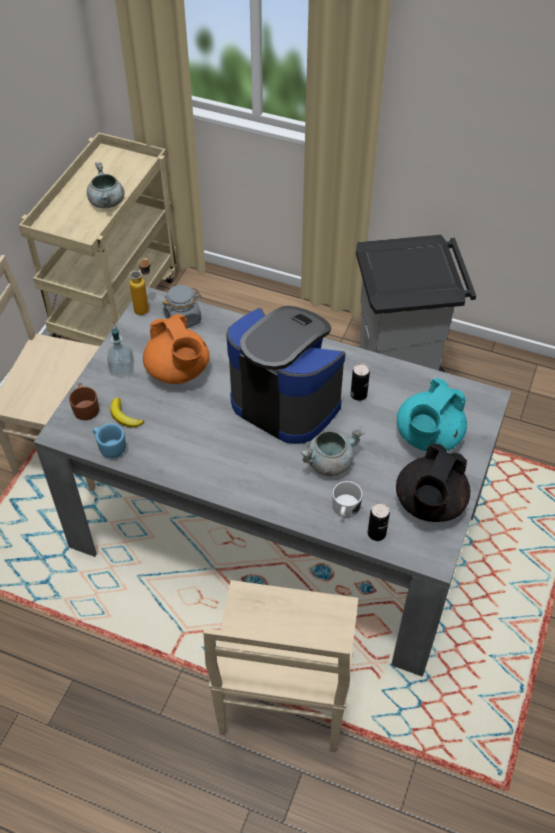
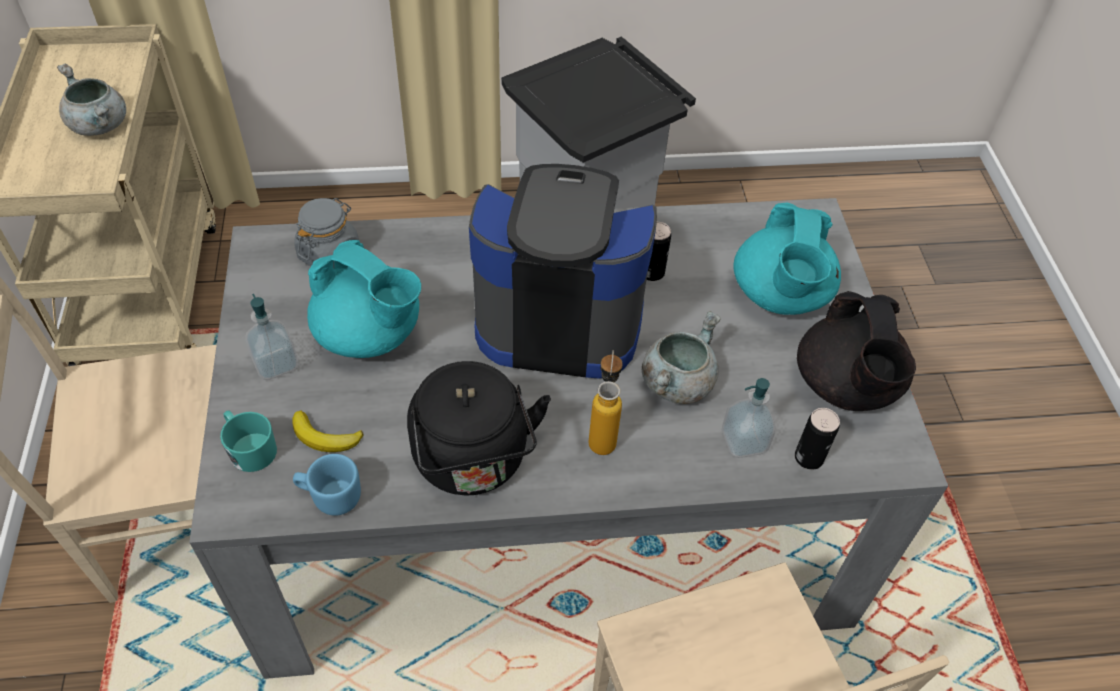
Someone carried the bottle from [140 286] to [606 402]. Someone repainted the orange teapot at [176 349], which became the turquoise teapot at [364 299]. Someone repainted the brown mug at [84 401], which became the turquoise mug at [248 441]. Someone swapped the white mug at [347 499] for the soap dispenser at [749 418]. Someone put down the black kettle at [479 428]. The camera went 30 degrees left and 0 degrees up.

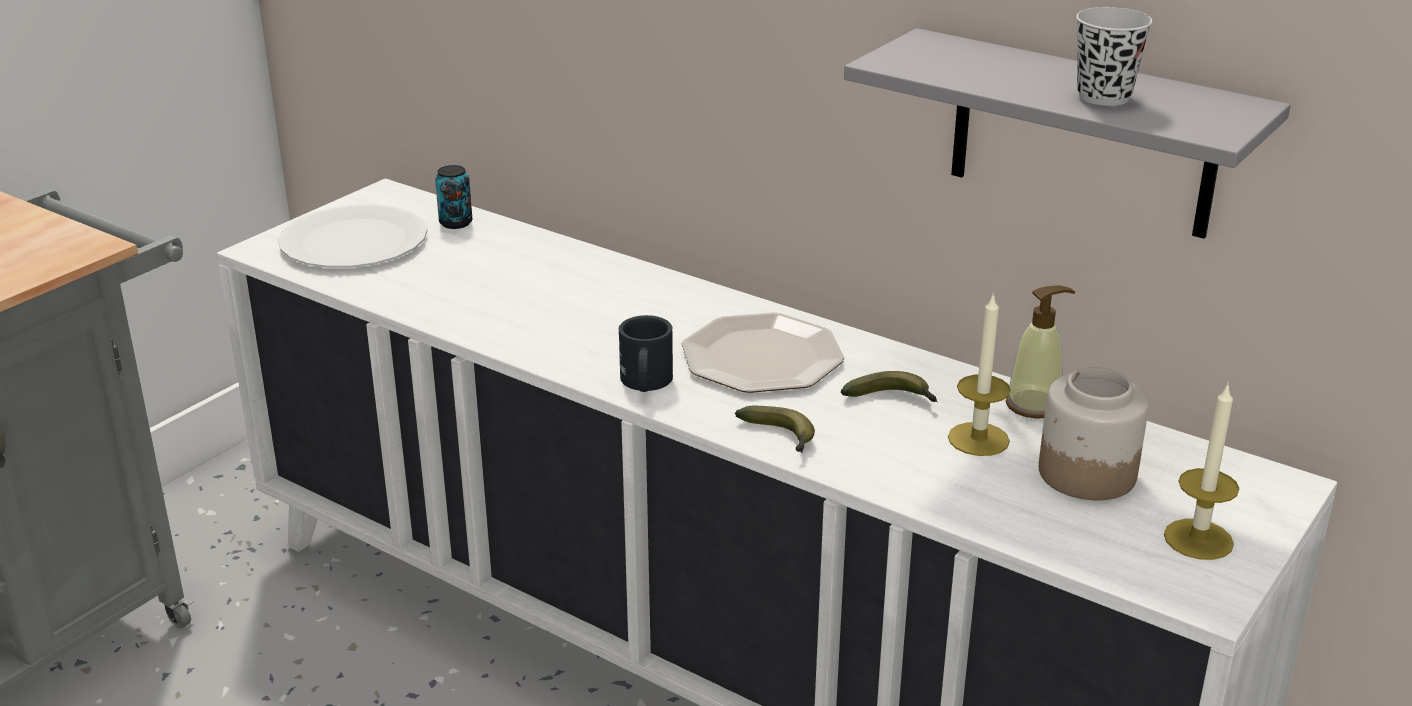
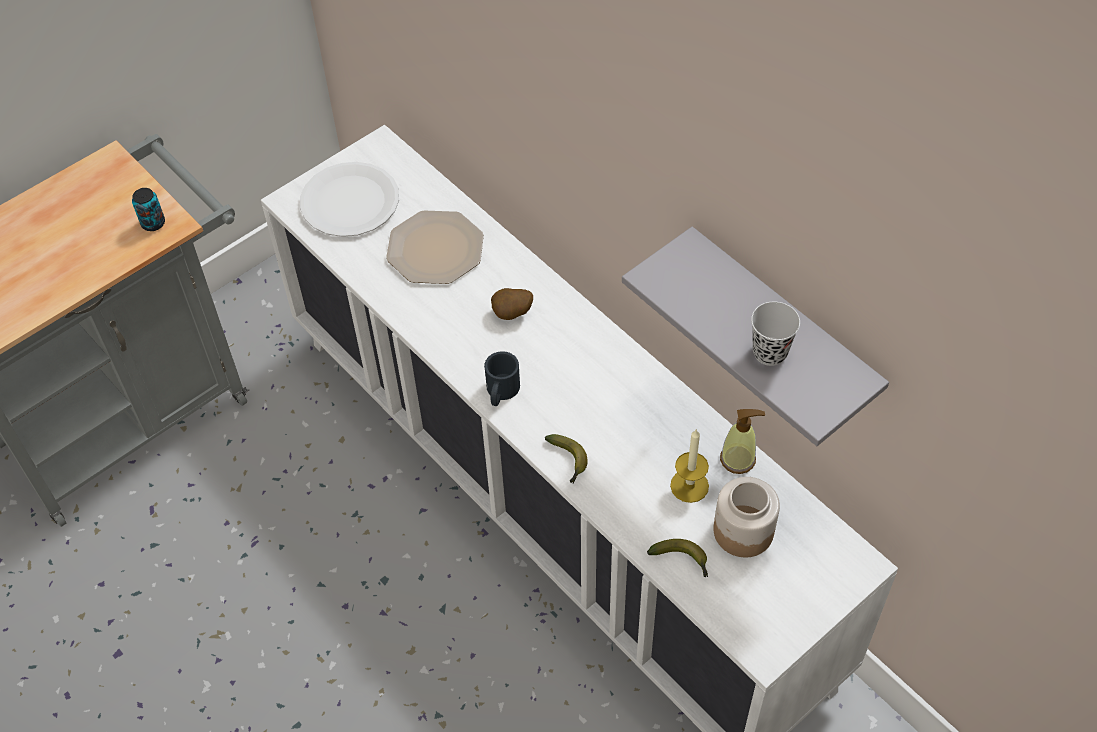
Someone carried the can from [453 197] to [148 209]. Someone carried the plate from [763 352] to [435 247]. Someone carried the banana from [889 386] to [677 558]. Someone took away the candle at [1202 471]. Someone put down the potato at [512 304]. The camera went 15 degrees right and 25 degrees up.

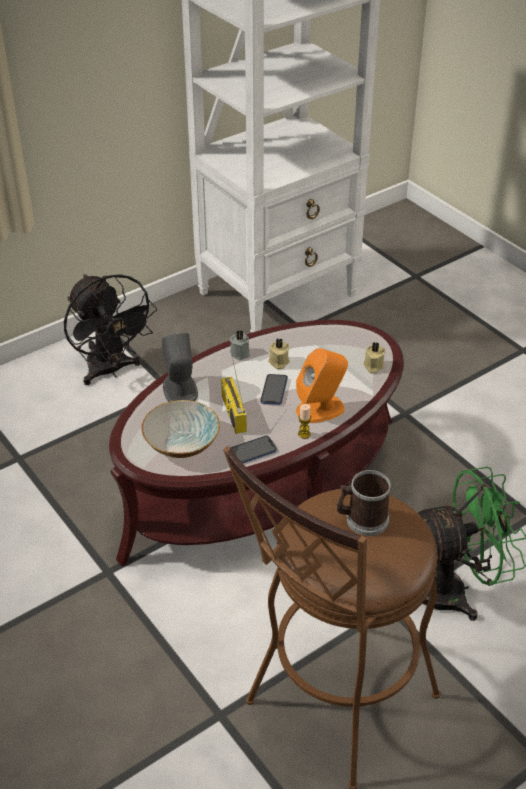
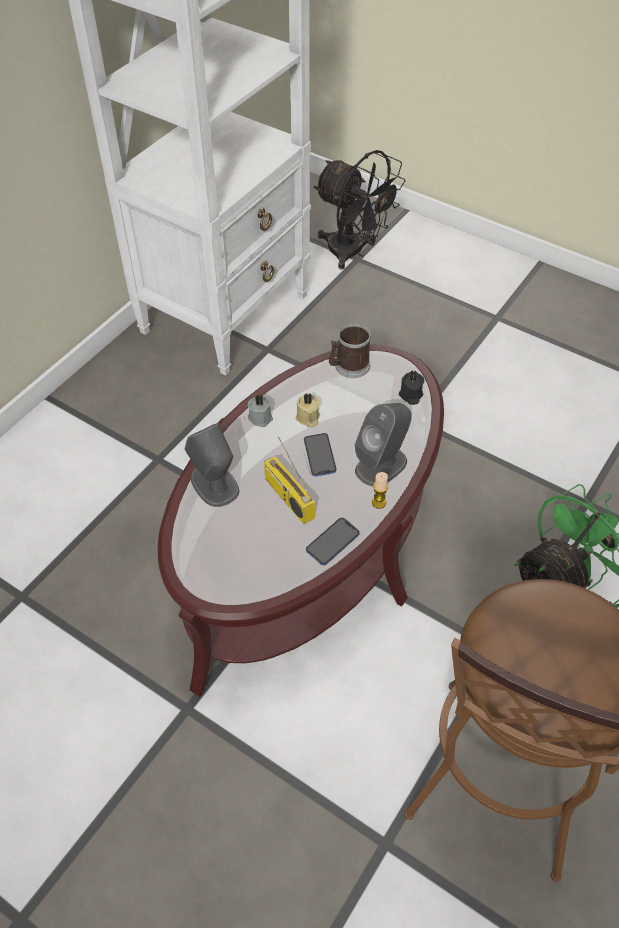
Someone carried the black fan from [110 329] to [359 210]. Someone repainted the beige candle at [374 357], which became the black candle at [411 387]. Someone repainted the orange speaker at [322 385], which became the grey speaker at [383 445]. Someone took away the bowl at [180 429]. Someone carried the mug from [364 503] to [349 350]. The camera went 20 degrees left and 10 degrees up.

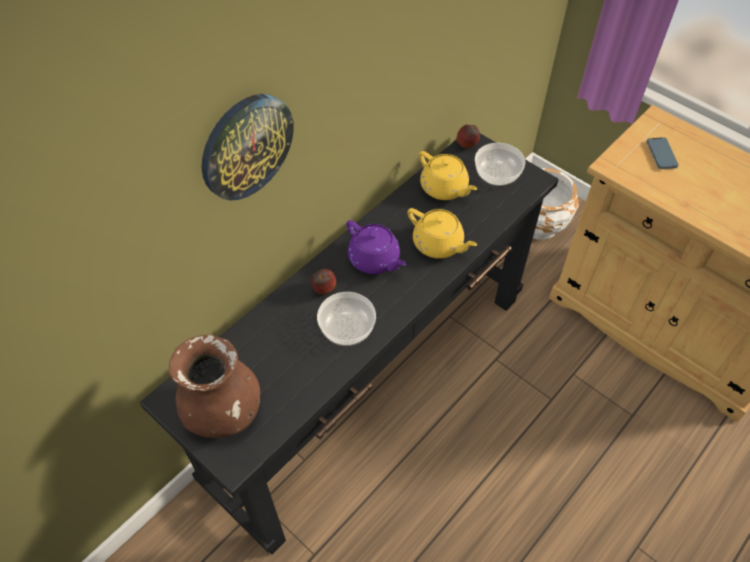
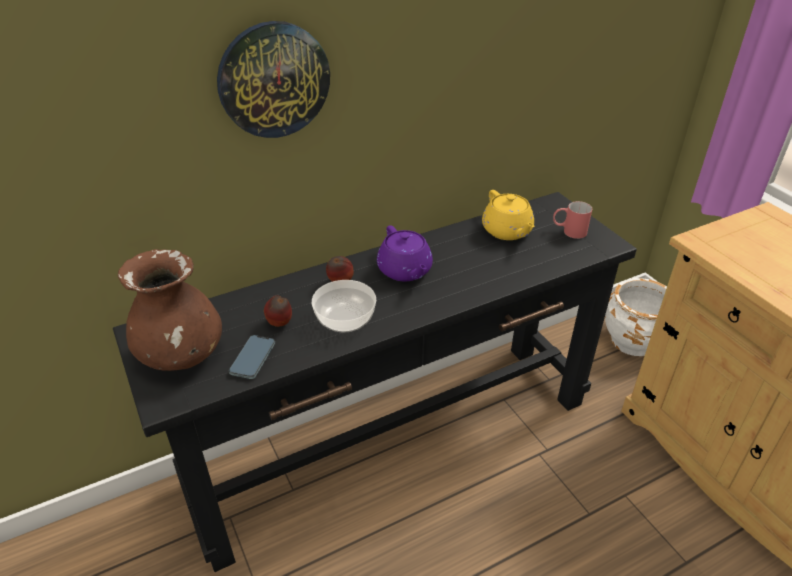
Someone carried the apple from [468 136] to [278 311]. Someone carried the phone from [663 153] to [252 357]. Someone swapped the bowl at [500 164] for the red mug at [572 220]. Someone took away the yellow teapot at [442 233]. The camera went 20 degrees right and 15 degrees down.

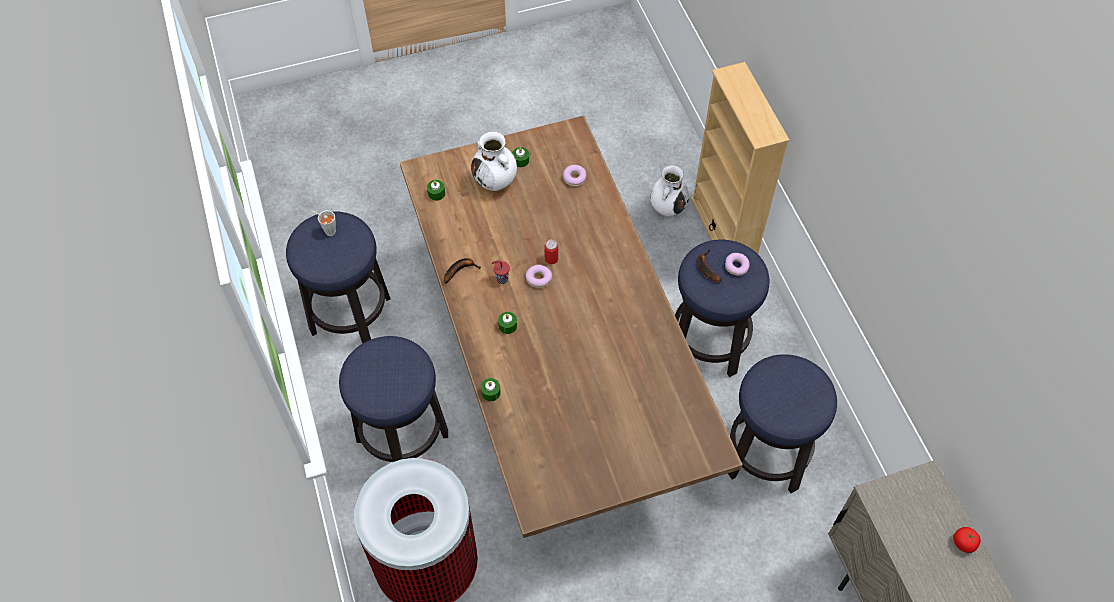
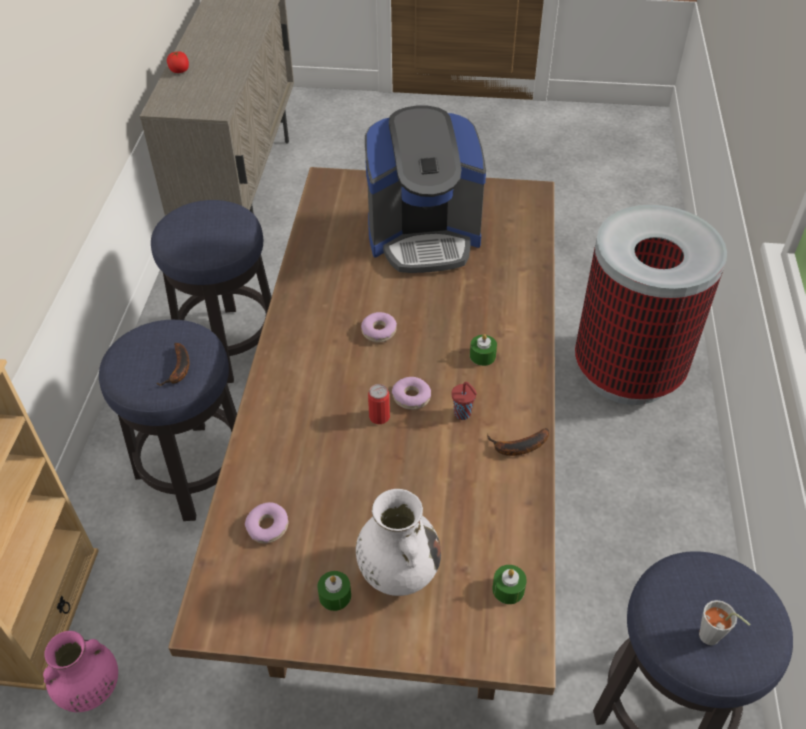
Someone repainted the white vase at [669 190], which became the pink vase at [80 671]. Someone carried the donut from [737 264] to [379 327]. Someone took away the stool at [393 399]. Someone took away the green candle at [491 389]. Someone put down the coffee machine at [425 189]. The camera went 155 degrees left and 10 degrees down.

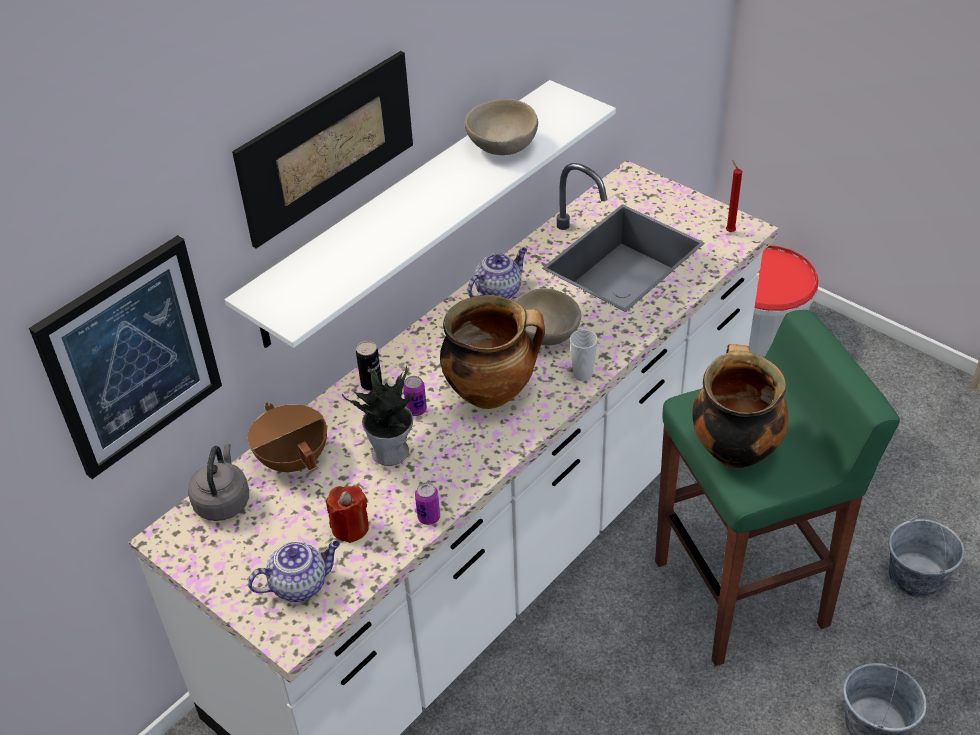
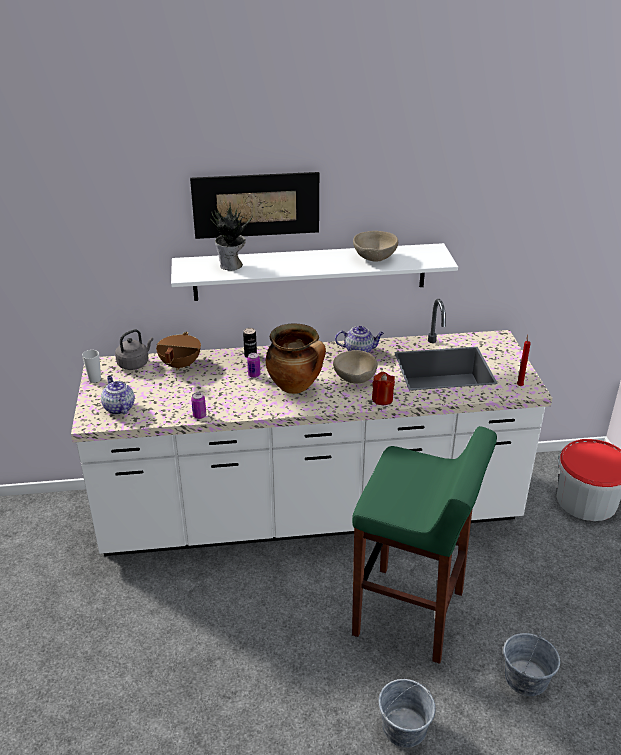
Someone took away the picture at [125 357]. Someone carried the cup from [584 355] to [91 366]. Someone took away the cooking pot at [740 406]. Someone carried the potted plant from [378 416] to [231 238]. Someone carried the red candle from [347 514] to [383 388]. Someone rotated the teapot at [294 571] by 135 degrees counterclockwise. The camera went 40 degrees right and 10 degrees down.

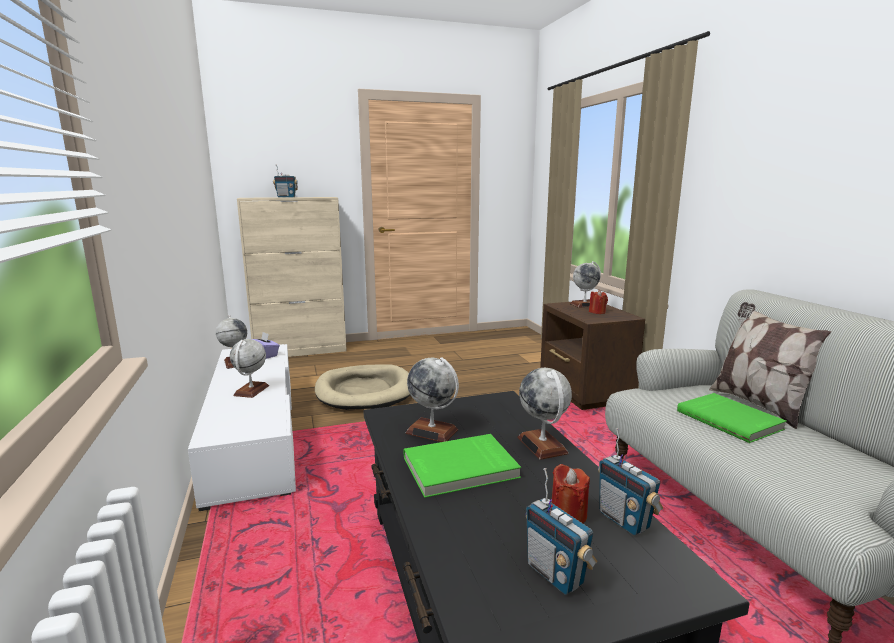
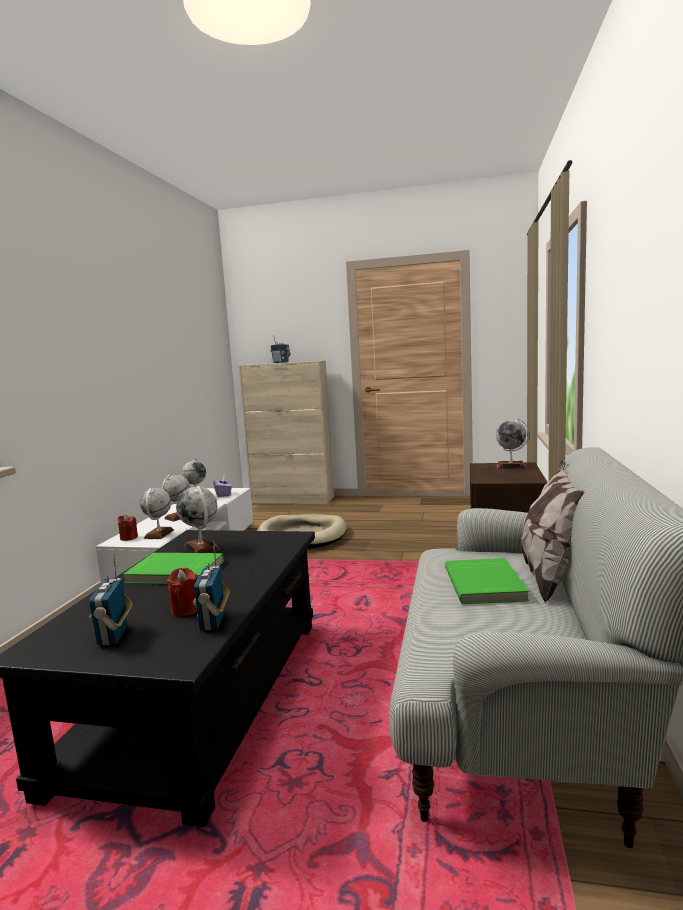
Someone carried the red candle from [598 302] to [128 528]. Someone carried the globe from [545 414] to [157 513]. The camera went 30 degrees right and 5 degrees down.

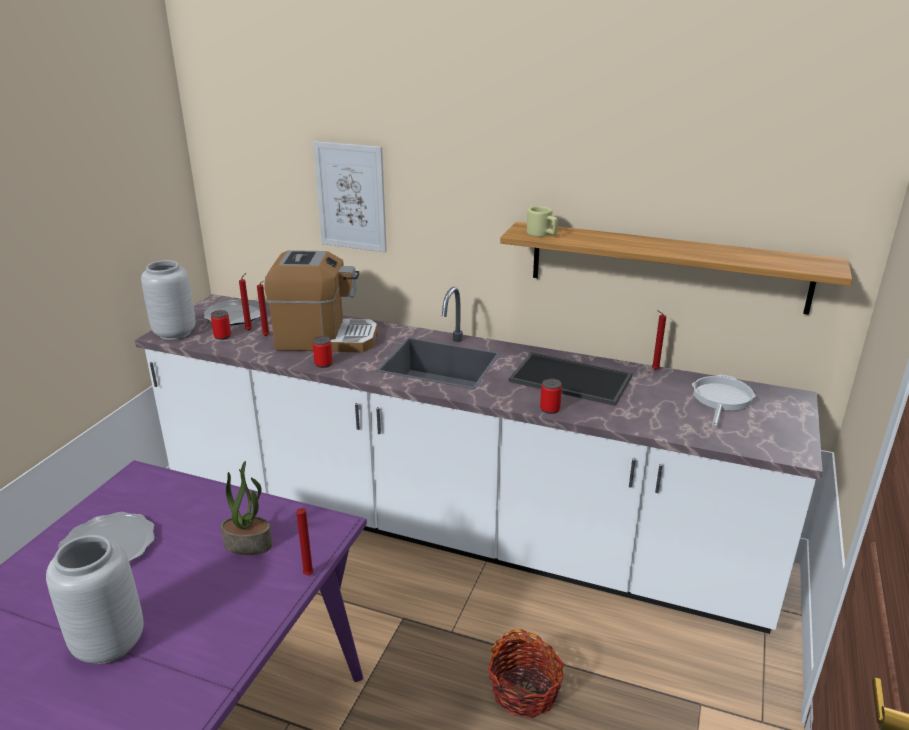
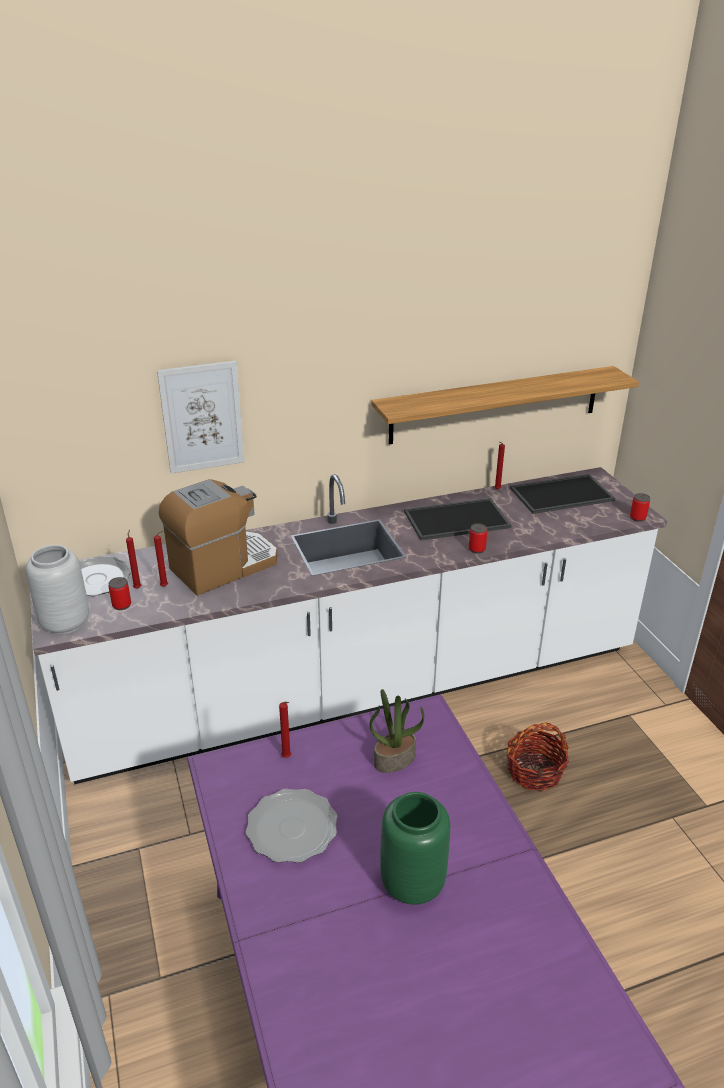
Someone took away the beige mug at [542 221]. Someone carried the can from [323 352] to [640 507]. Someone swapped the frying pan at [724 401] for the tray at [563 494]. Someone carried the red candle from [305 541] to [285 729]. Someone repainted the grey vase at [95 599], which became the green vase at [415 848]. The camera went 40 degrees left and 5 degrees up.

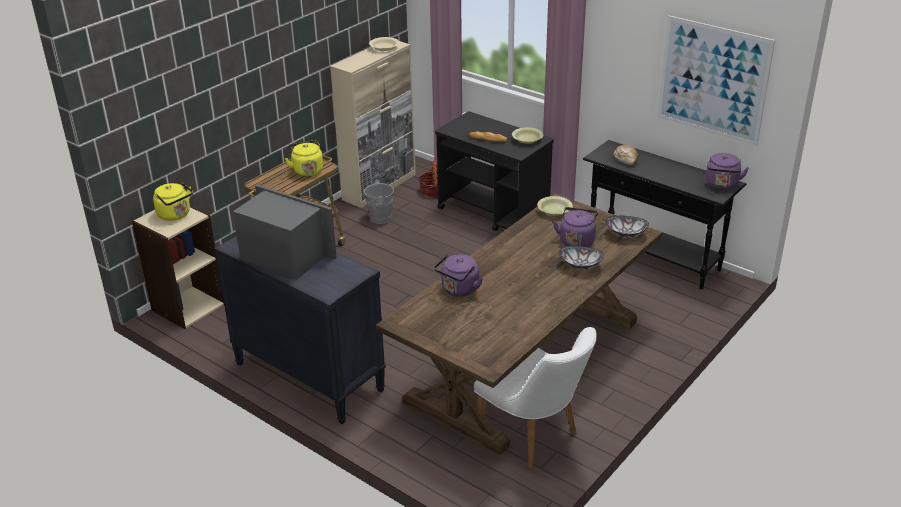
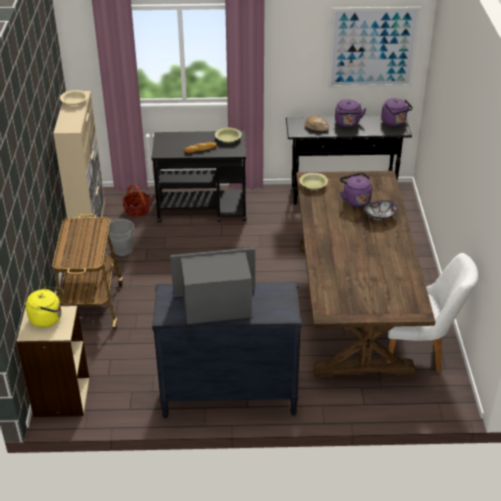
Someone took away the yellow kettle at [304 158]. Someone took away the bowl at [627 226]. Someone carried the purple kettle from [458 275] to [350 113]. The camera went 40 degrees left and 5 degrees up.

